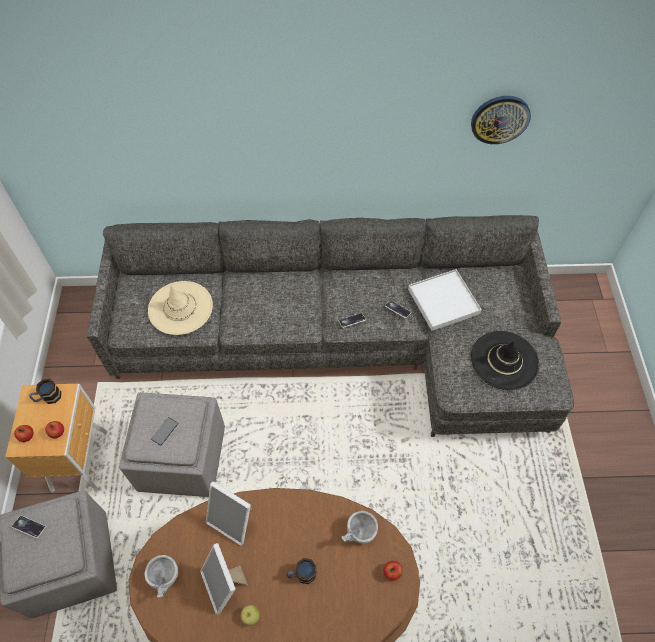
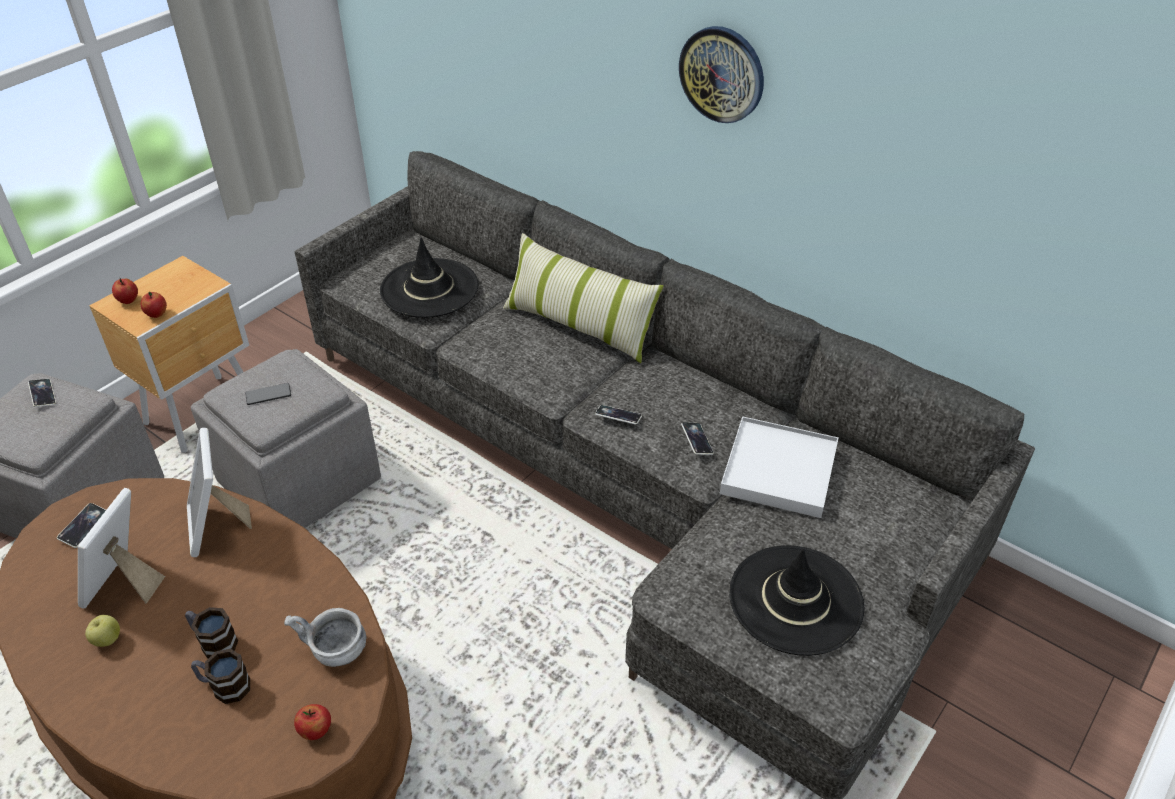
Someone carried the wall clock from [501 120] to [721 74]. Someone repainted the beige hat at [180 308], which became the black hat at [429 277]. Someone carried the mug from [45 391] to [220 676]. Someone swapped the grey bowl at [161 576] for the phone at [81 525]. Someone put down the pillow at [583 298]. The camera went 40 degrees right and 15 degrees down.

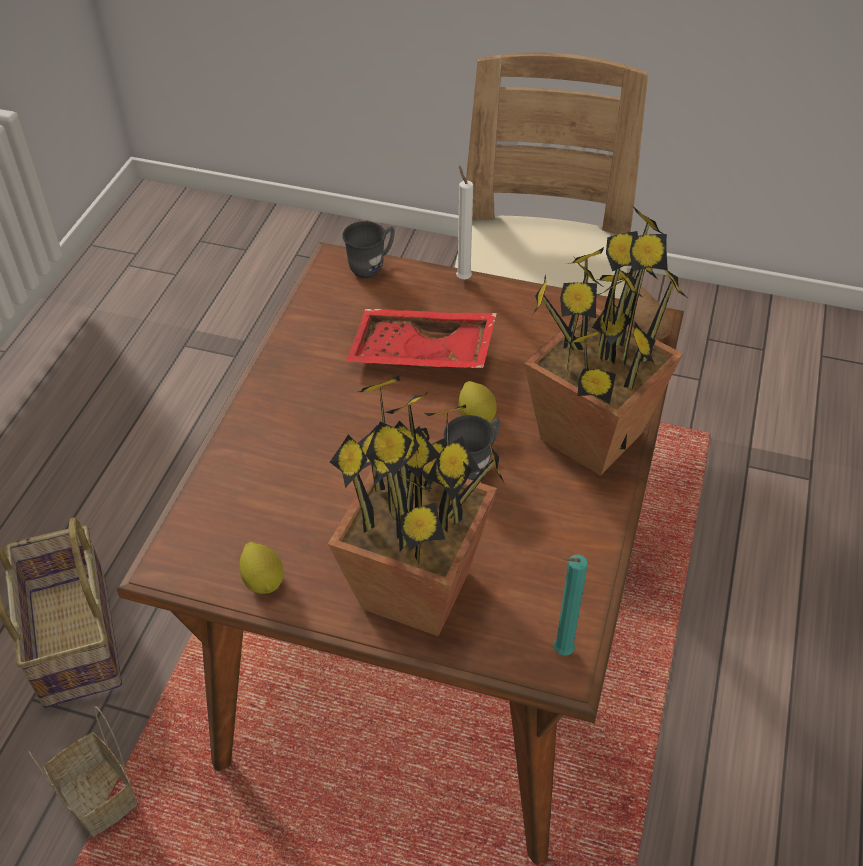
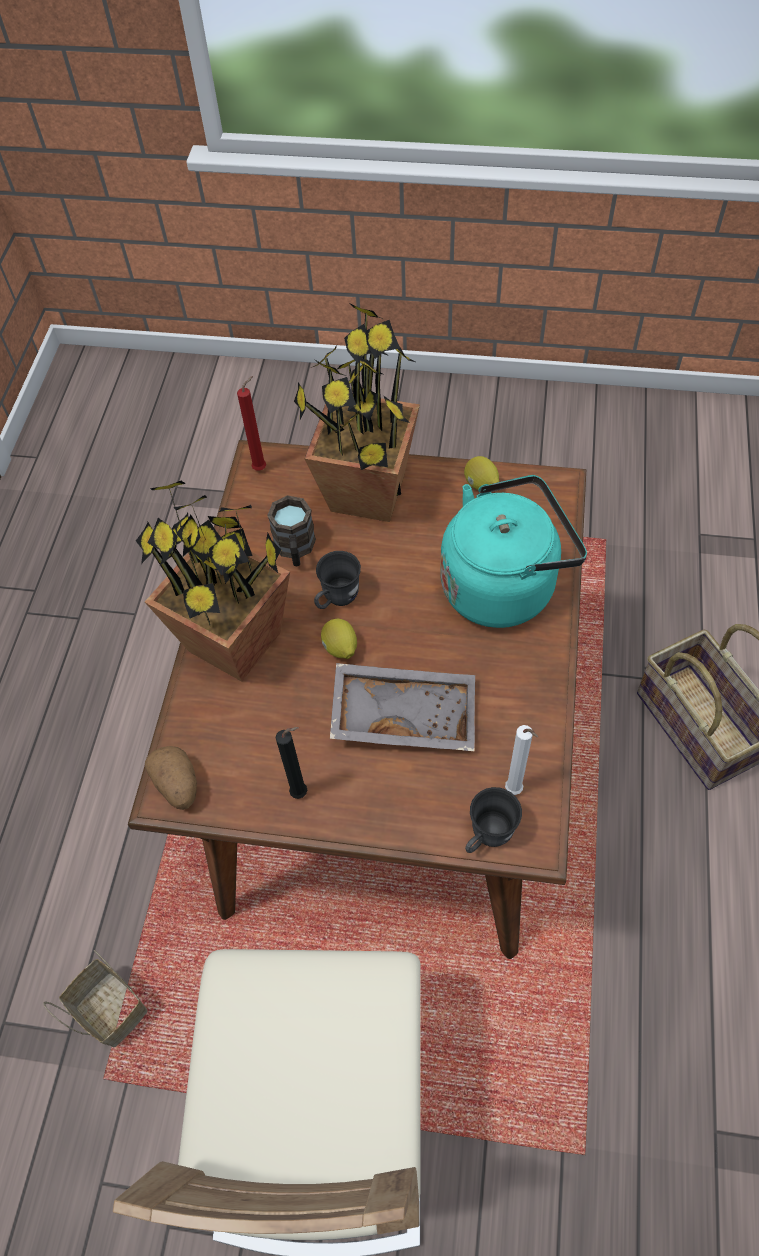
Someone carried the white candle from [464 222] to [521 760]. Someone repainted the red tray at [421 338], which became the grey tray at [402 707]. Someone repainted the turquoise candle at [570 605], which became the red candle at [251 423]. Someone carried the basket from [82 771] to [95 998]. Someone put down the turquoise kettle at [513 551]. Someone put down the brown mug at [291 530]. Someone put down the black candle at [291 763]. The camera went 175 degrees right and 10 degrees up.

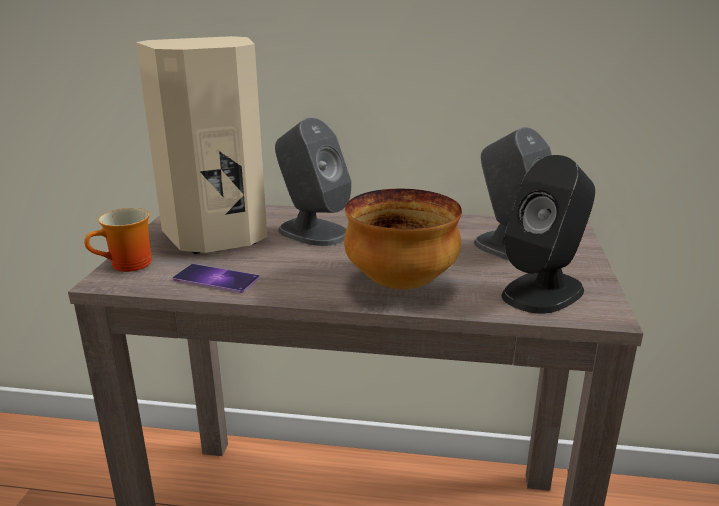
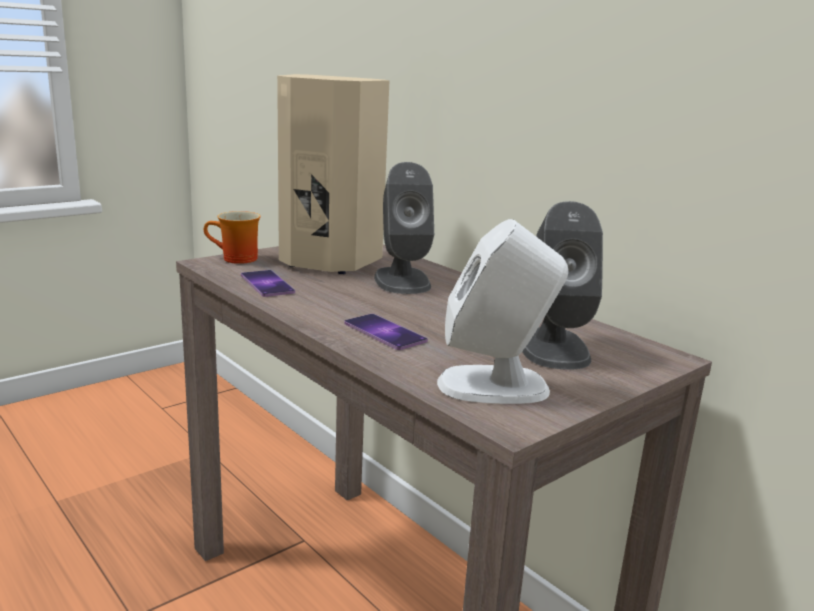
Someone repainted the black speaker at [548 234], which became the white speaker at [502 311]. Someone swapped the bowl at [403 239] for the phone at [386 332]. The camera went 40 degrees right and 5 degrees down.

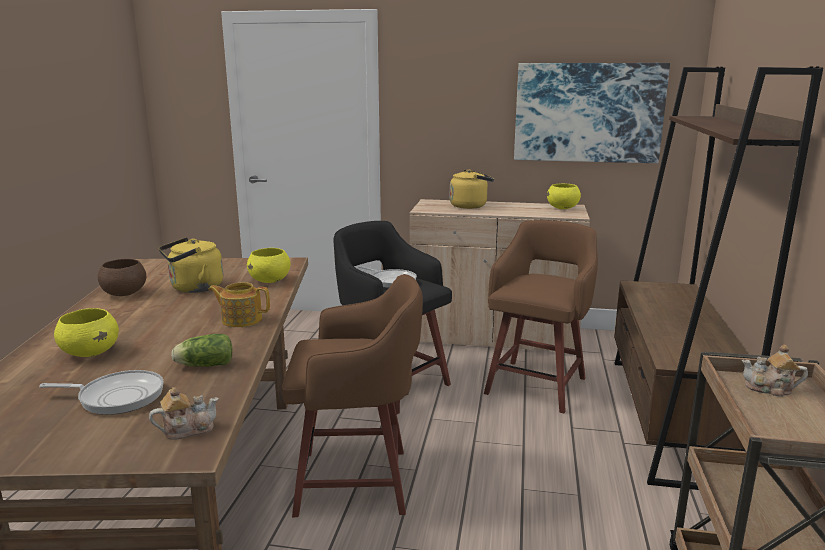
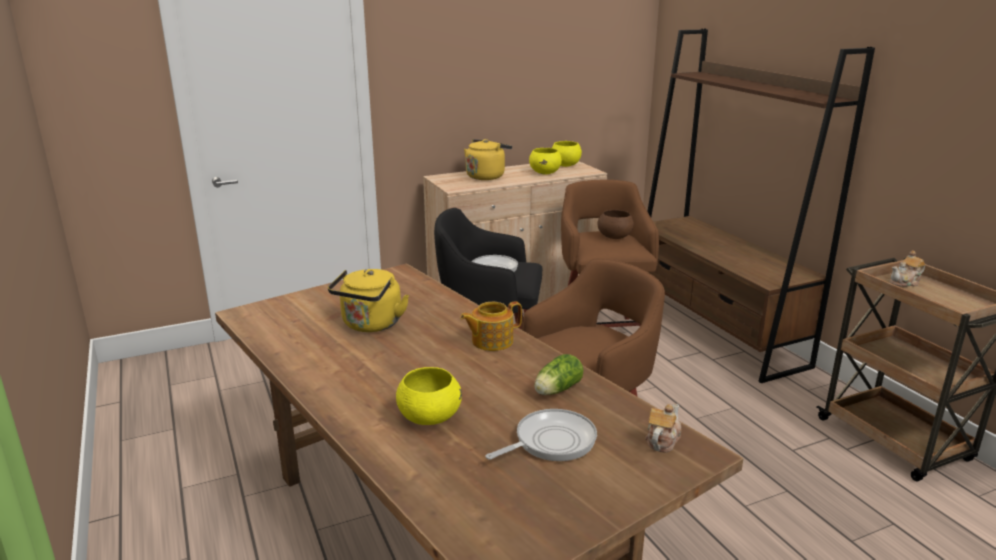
Someone took away the picture at [592 113]. Someone carried the yellow bowl from [269 265] to [545 161]. Someone carried the brown bowl from [122 277] to [616 224]. The camera went 35 degrees left and 5 degrees up.

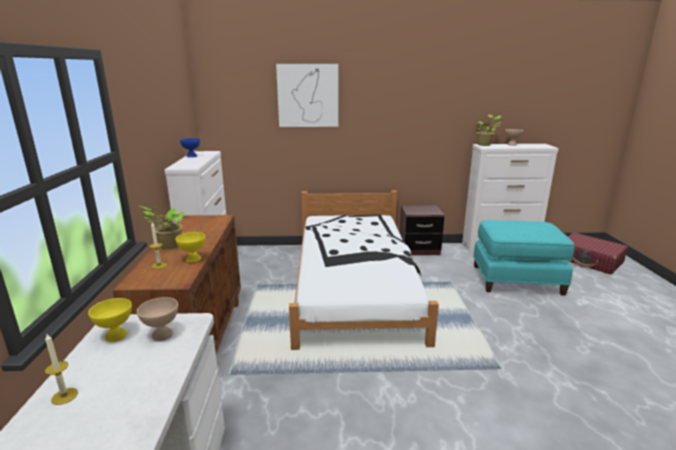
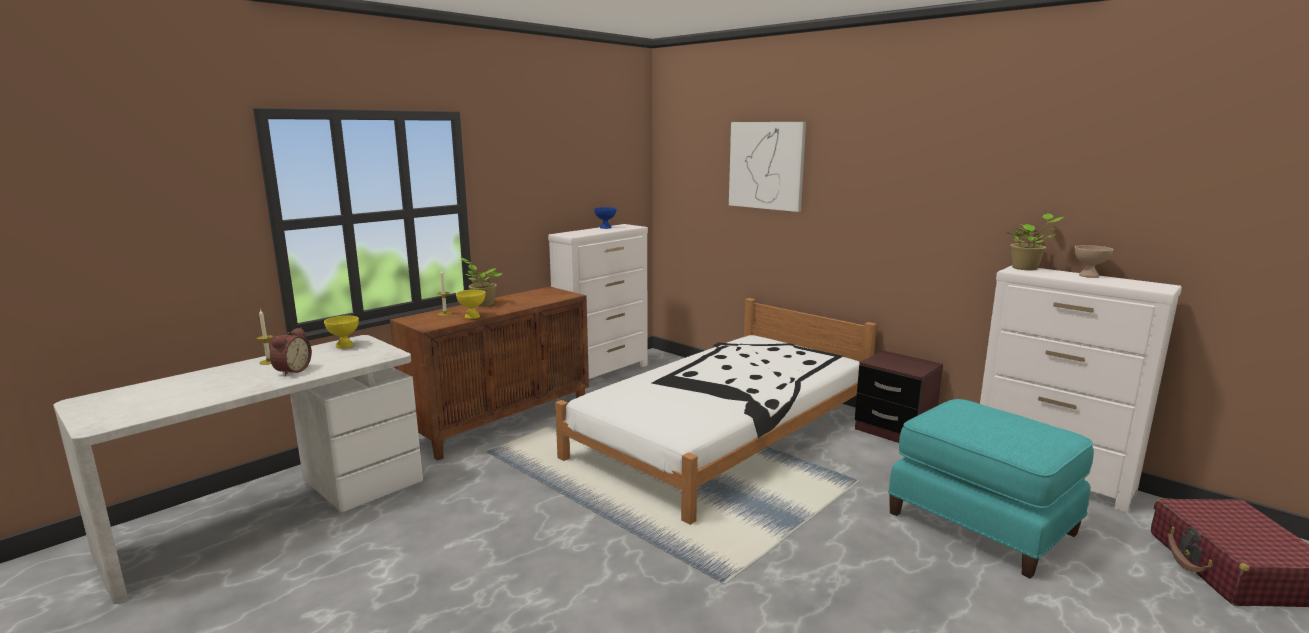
Someone took away the beige bowl at [157 319]. Someone put down the alarm clock at [291 351]. The camera went 45 degrees right and 5 degrees down.

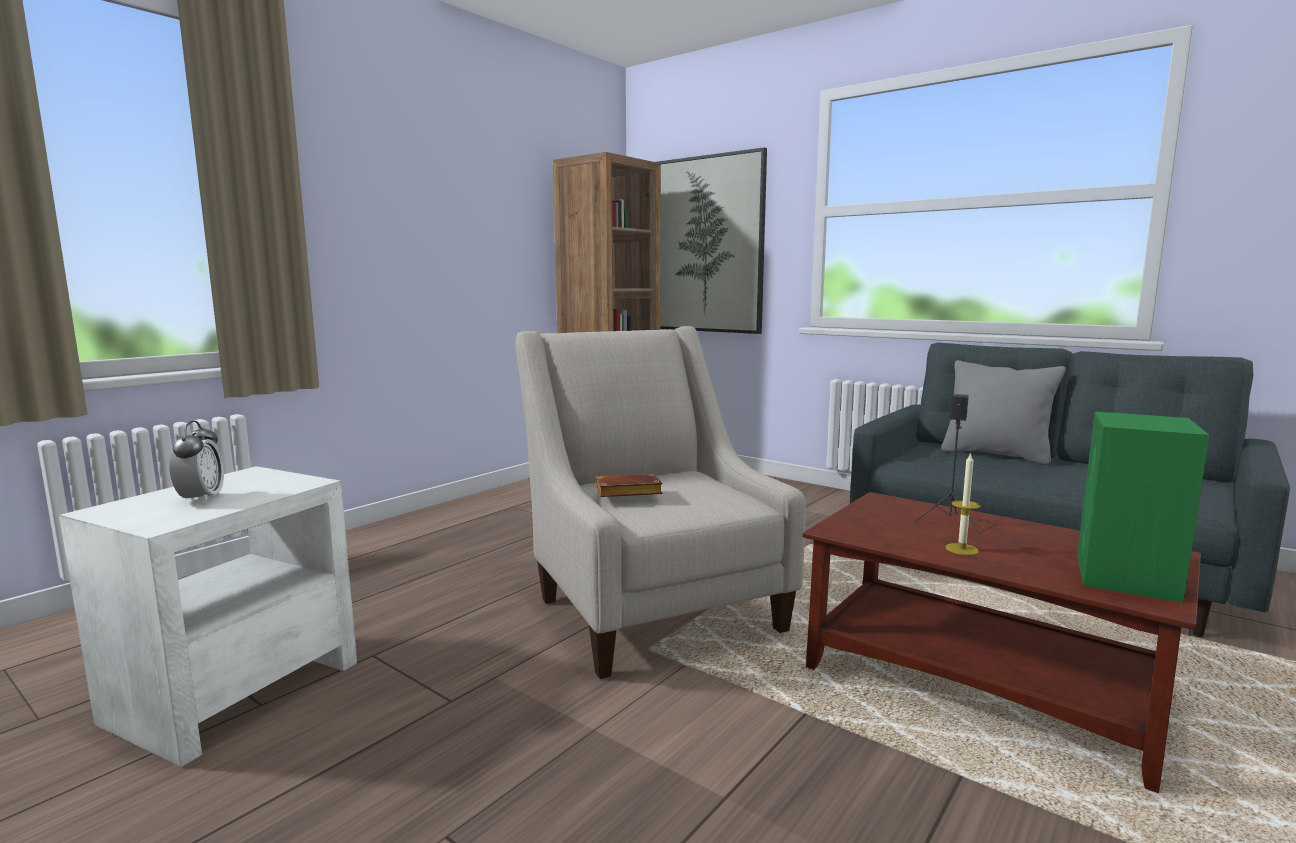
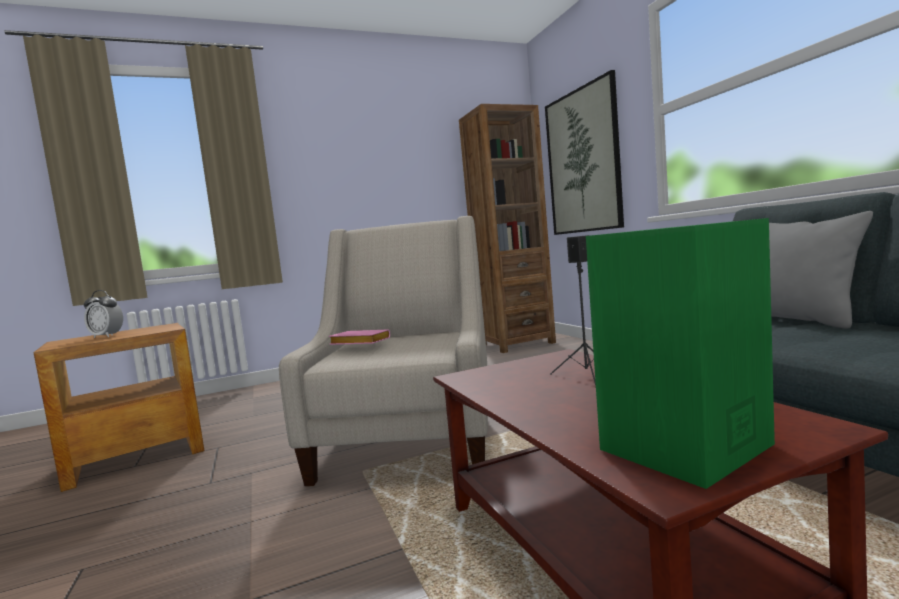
Someone rotated the alarm clock at [196 462] by 90 degrees clockwise. Someone took away the candle at [963 503]. Someone repainted the white side table at [208 616], which became the brown side table at [119 407]. Someone repainted the brown book at [629 485], which became the pink book at [359 337]. The camera went 30 degrees right and 5 degrees down.

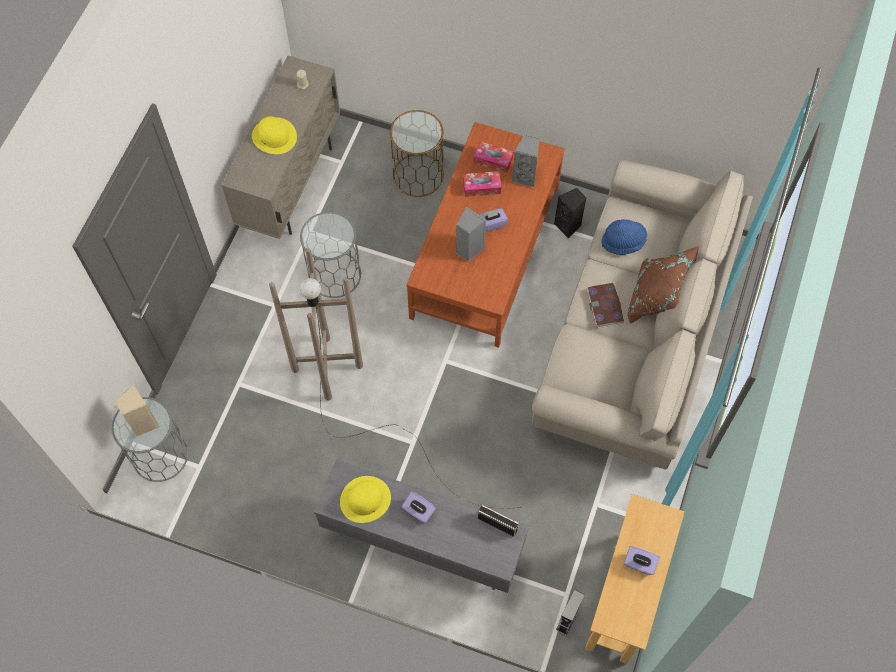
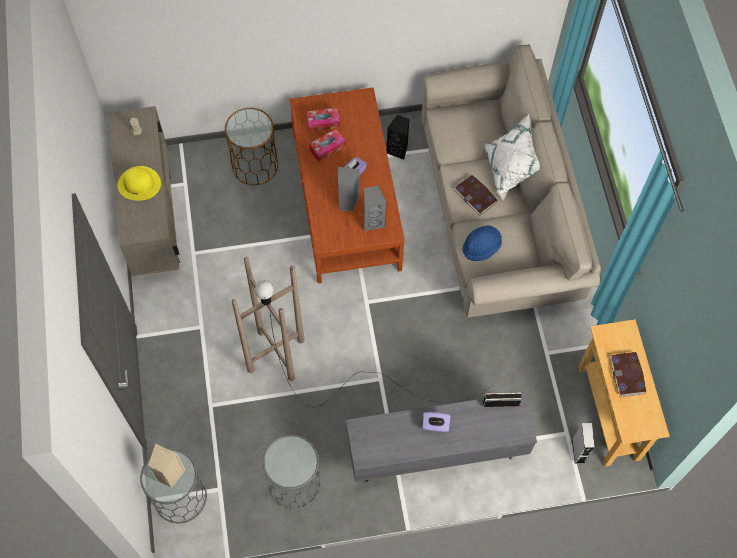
Someone carried the grey speaker from [526 161] to [375 208]. Someone carried the grey side table from [330 255] to [292 472]. Someone carried the blue hat from [624 237] to [482 243]. Someone repainted the brown pillow at [663 285], which became the white pillow at [512 157]. Someone took away the yellow hat at [365 499]. Someone swapped the purple tissue box at [642 560] for the book at [628 374]. The camera went 30 degrees left and 0 degrees up.

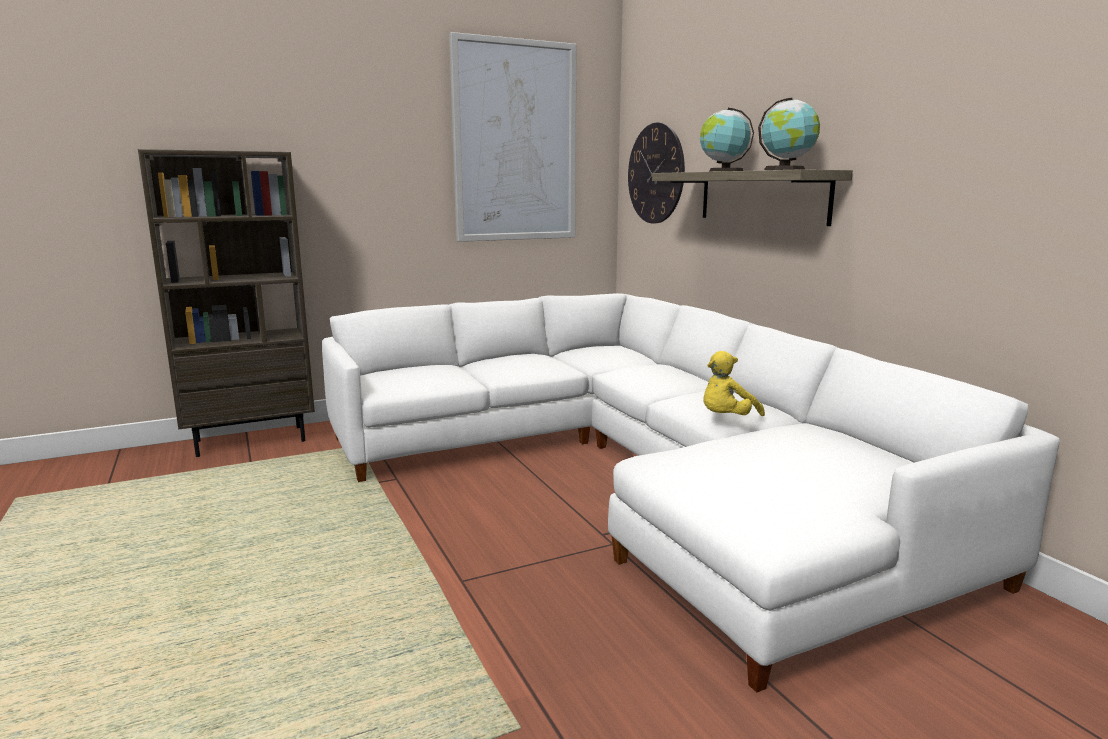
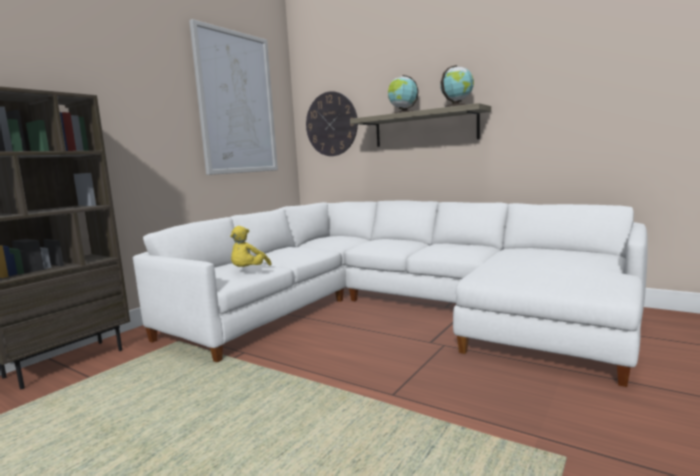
Someone carried the yellow plush toy from [734 383] to [251 246]. The camera went 30 degrees left and 5 degrees down.

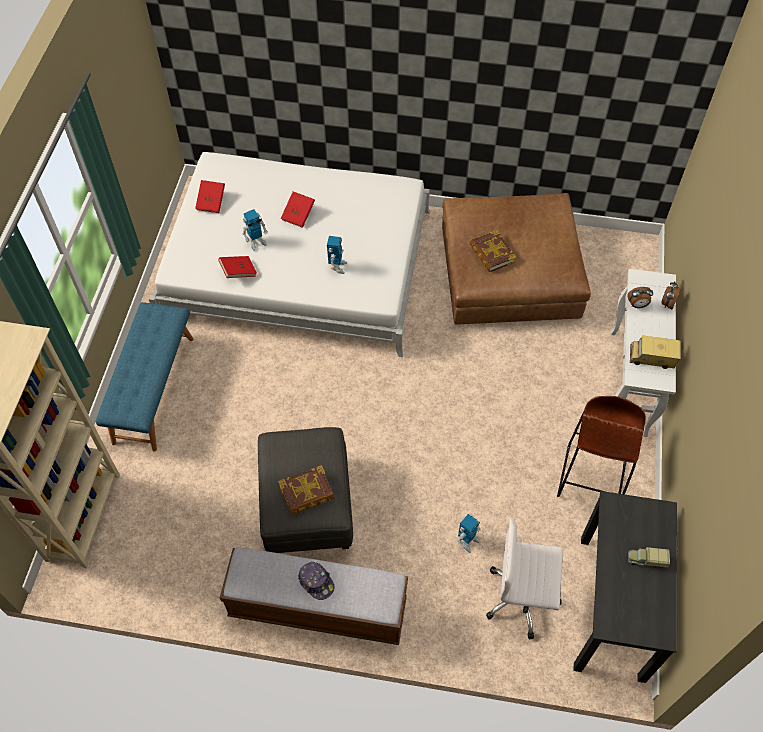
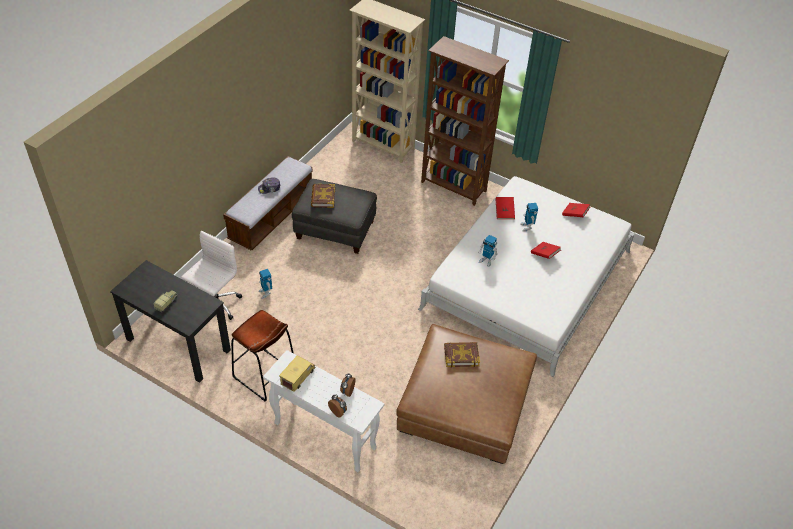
Someone swapped the blue bench at [144 377] for the brown bookcase at [465 121]. The camera went 110 degrees right and 10 degrees down.

